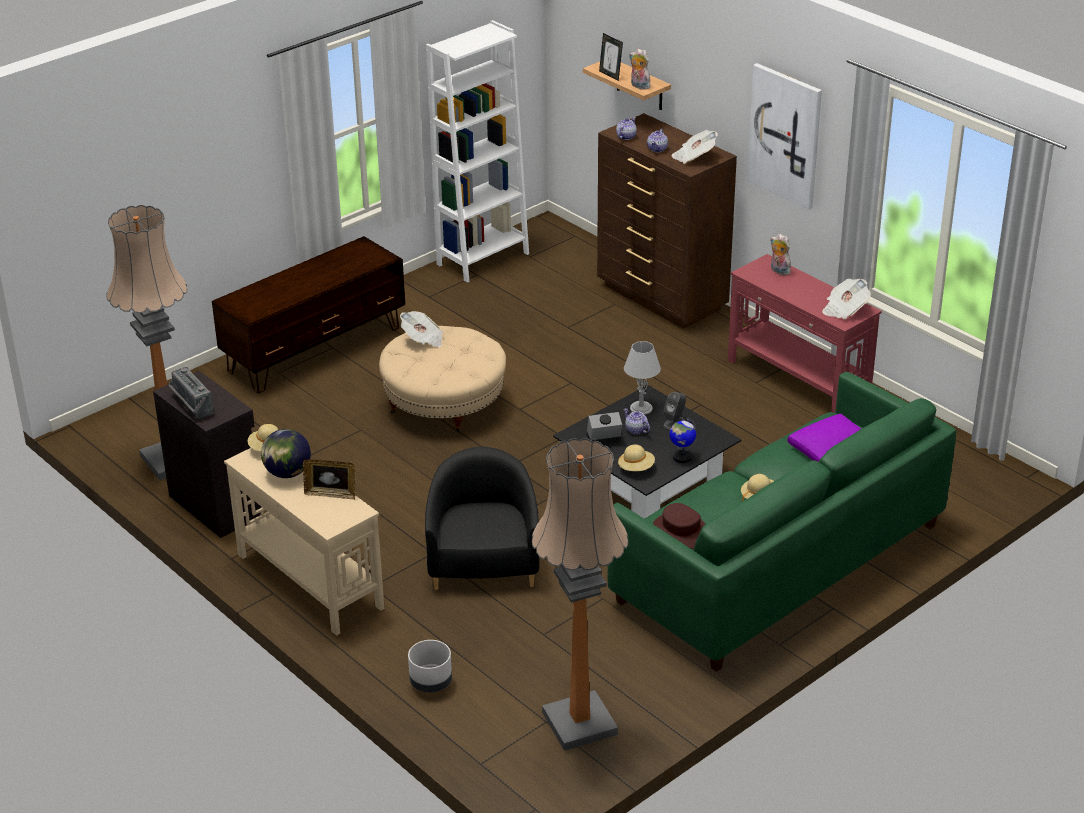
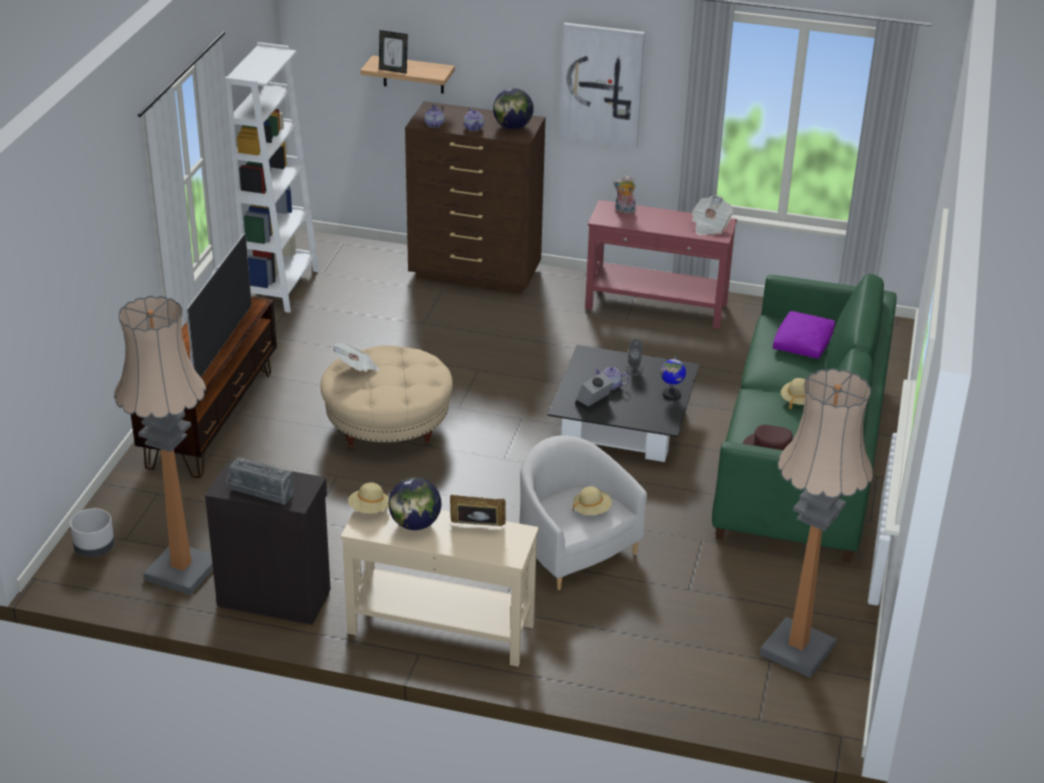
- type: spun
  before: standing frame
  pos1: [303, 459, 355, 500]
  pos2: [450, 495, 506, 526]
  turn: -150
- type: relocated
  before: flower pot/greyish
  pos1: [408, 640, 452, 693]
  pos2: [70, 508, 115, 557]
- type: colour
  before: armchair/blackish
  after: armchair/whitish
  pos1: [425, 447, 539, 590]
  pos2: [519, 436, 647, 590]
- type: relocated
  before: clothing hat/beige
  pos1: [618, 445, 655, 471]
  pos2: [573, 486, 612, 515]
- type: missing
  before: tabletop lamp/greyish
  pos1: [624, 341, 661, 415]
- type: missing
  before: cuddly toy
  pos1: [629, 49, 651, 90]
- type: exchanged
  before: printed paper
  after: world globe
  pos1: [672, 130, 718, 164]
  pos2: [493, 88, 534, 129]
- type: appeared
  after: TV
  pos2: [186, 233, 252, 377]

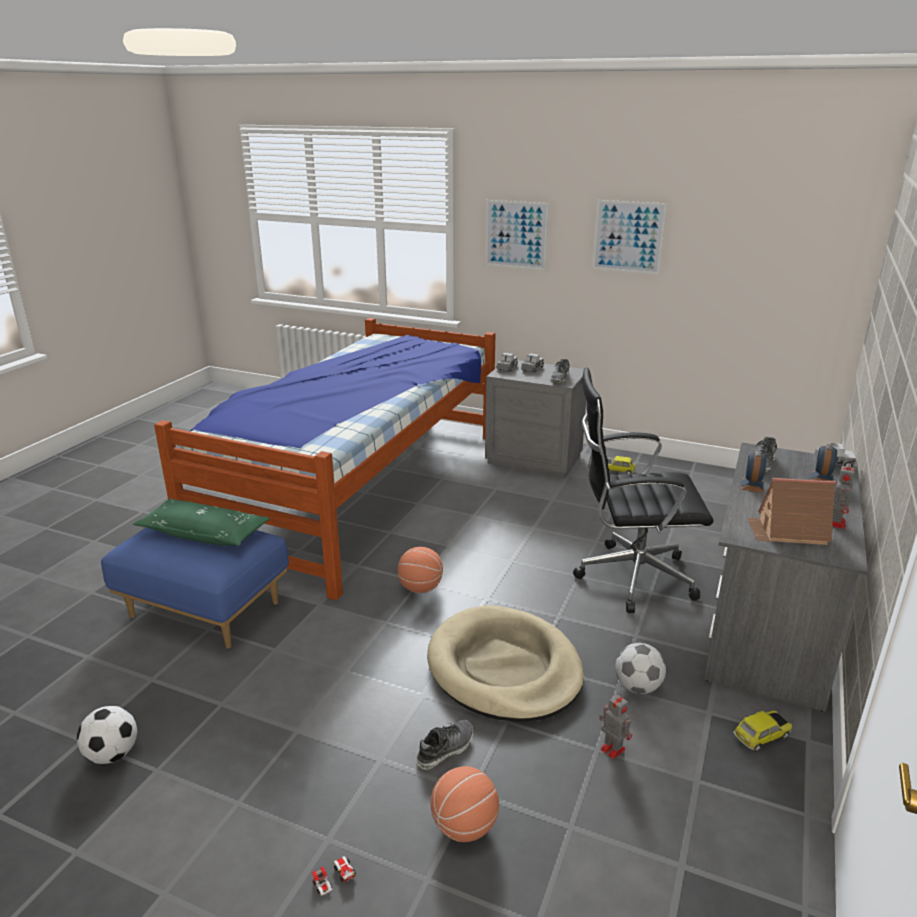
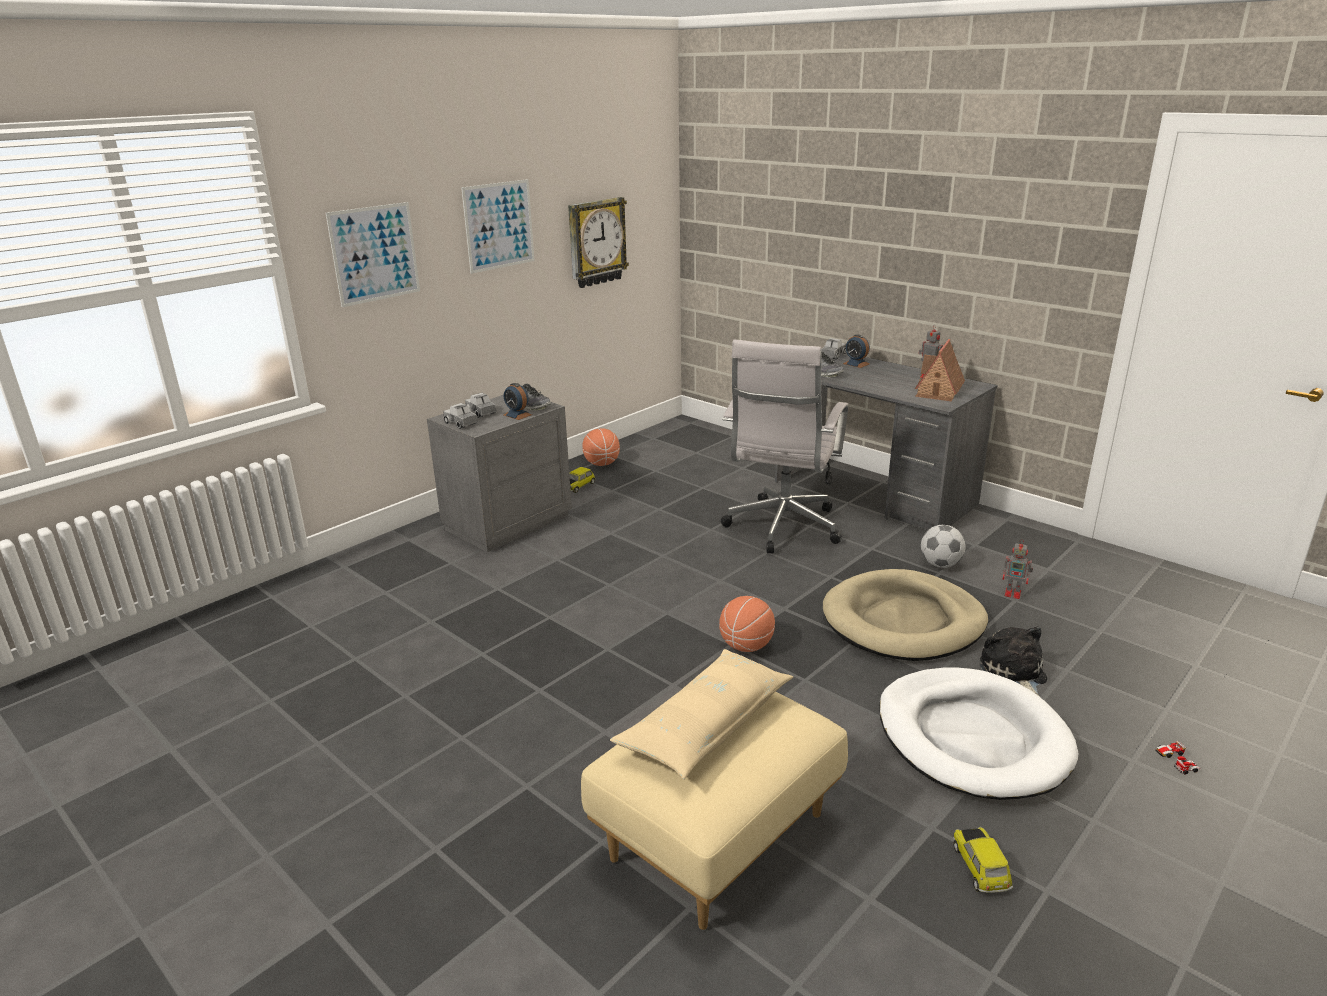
- type: missing
  before: ball for football
  pos1: [77, 706, 137, 764]
- type: colour
  before: pouffe/bluish
  after: pouffe/beige
  pos1: [101, 527, 289, 649]
  pos2: [581, 692, 848, 930]
- type: colour
  before: pillow/green
  after: pillow/beige
  pos1: [133, 499, 270, 546]
  pos2: [610, 649, 793, 780]
- type: missing
  before: bedroom bed
  pos1: [154, 318, 495, 601]
- type: exchanged
  before: item of footwear
  after: cuddly toy
  pos1: [416, 719, 473, 770]
  pos2: [979, 626, 1047, 697]
- type: relocated
  before: basketball ball
  pos1: [431, 766, 499, 842]
  pos2: [582, 428, 620, 466]
- type: colour
  before: desk chair/blackish
  after: desk chair/whitish
  pos1: [573, 368, 713, 613]
  pos2: [721, 340, 848, 553]
- type: spun
  before: model robot
  pos1: [599, 693, 632, 759]
  pos2: [1002, 539, 1033, 599]
  turn: -135
- type: relocated
  before: miniature car
  pos1: [733, 710, 792, 752]
  pos2: [953, 827, 1013, 893]
- type: relocated
  before: bedside clock
  pos1: [741, 451, 767, 493]
  pos2: [504, 383, 532, 420]
- type: appeared
  after: clock on the wall
  pos2: [568, 197, 629, 288]
- type: appeared
  after: pet bed/whitish
  pos2: [879, 667, 1078, 800]

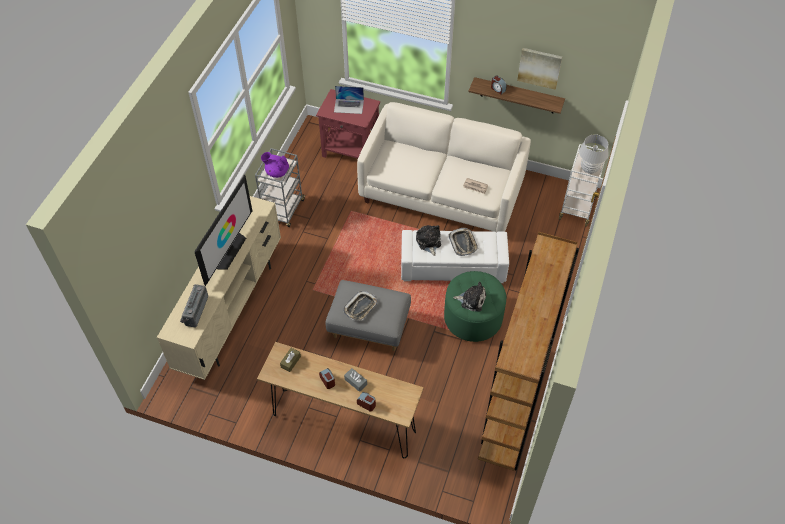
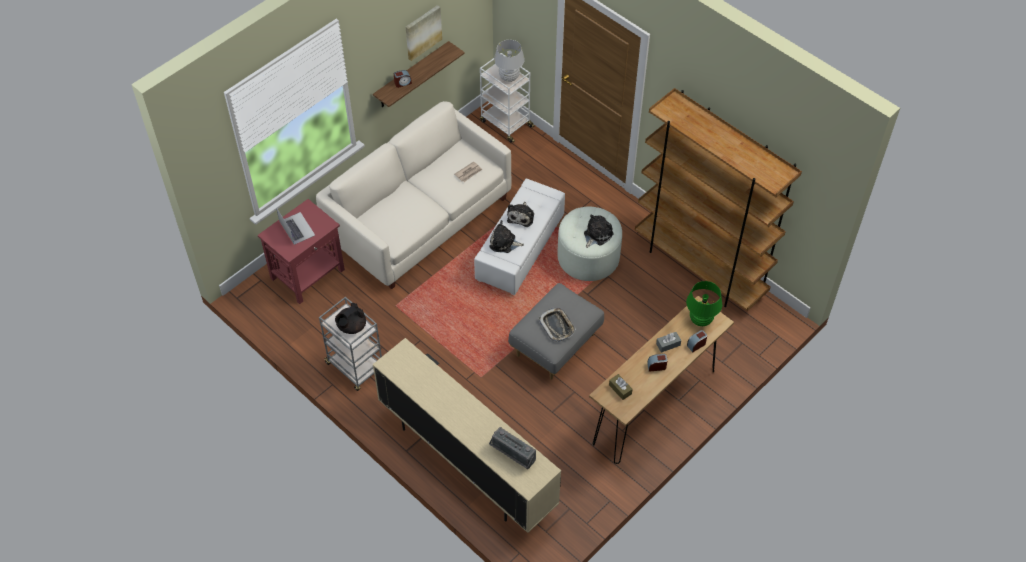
- type: missing
  before: TV
  pos1: [194, 175, 252, 286]
- type: colour
  before: tea pot/purple-coloured
  after: tea pot/blackish
  pos1: [261, 152, 289, 178]
  pos2: [335, 303, 366, 334]
- type: spun
  before: laptop
  pos1: [334, 86, 364, 114]
  pos2: [276, 207, 315, 245]
  turn: -60
- type: colour
  before: pouffe/green
  after: pouffe/whitish
  pos1: [444, 271, 506, 342]
  pos2: [558, 207, 622, 281]
- type: exchanged
  before: tray
  after: cuddly toy
  pos1: [449, 228, 478, 256]
  pos2: [507, 202, 534, 227]
- type: appeared
  after: tabletop lamp/green
  pos2: [686, 281, 722, 326]

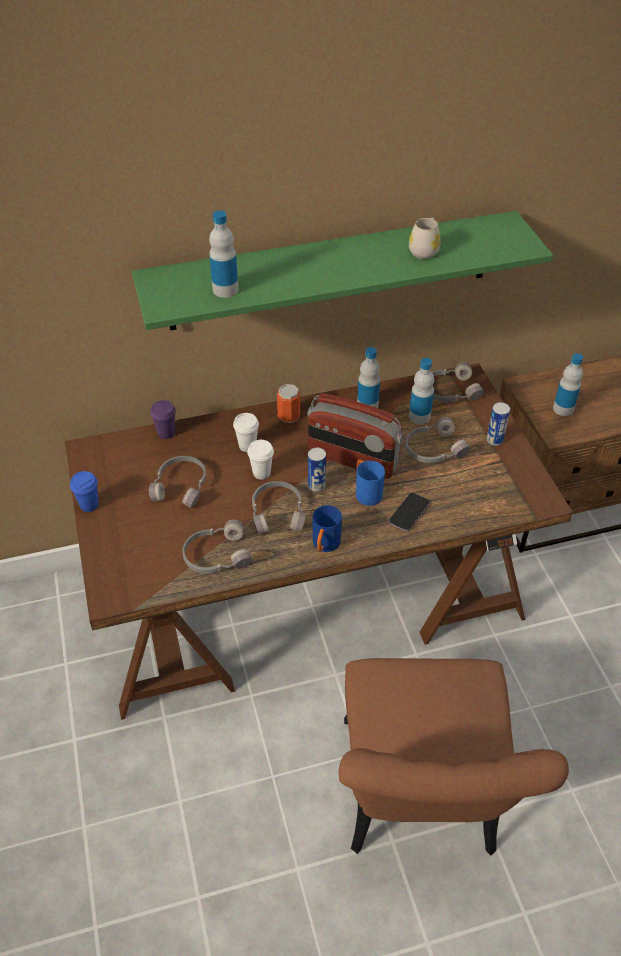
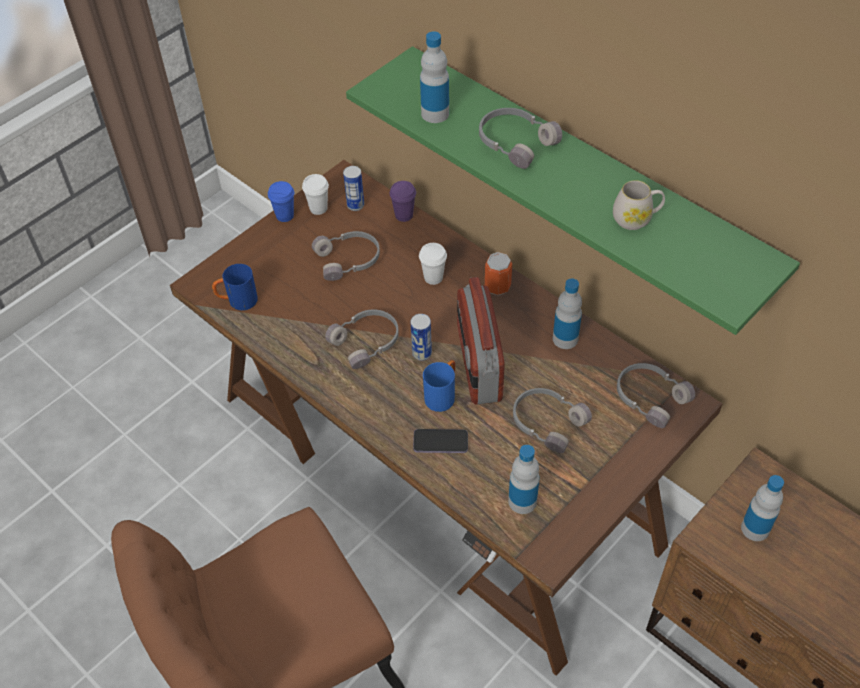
- type: relocated
  before: headset/greyish
  pos1: [182, 520, 253, 573]
  pos2: [479, 108, 562, 169]
- type: relocated
  before: cup/whitish
  pos1: [247, 440, 274, 479]
  pos2: [302, 174, 329, 215]
- type: relocated
  before: mug/bluish
  pos1: [313, 505, 342, 552]
  pos2: [212, 264, 258, 311]
- type: relocated
  before: drink bottle
  pos1: [409, 358, 434, 424]
  pos2: [508, 445, 540, 514]
- type: relocated
  before: can
  pos1: [487, 402, 510, 446]
  pos2: [343, 166, 364, 211]

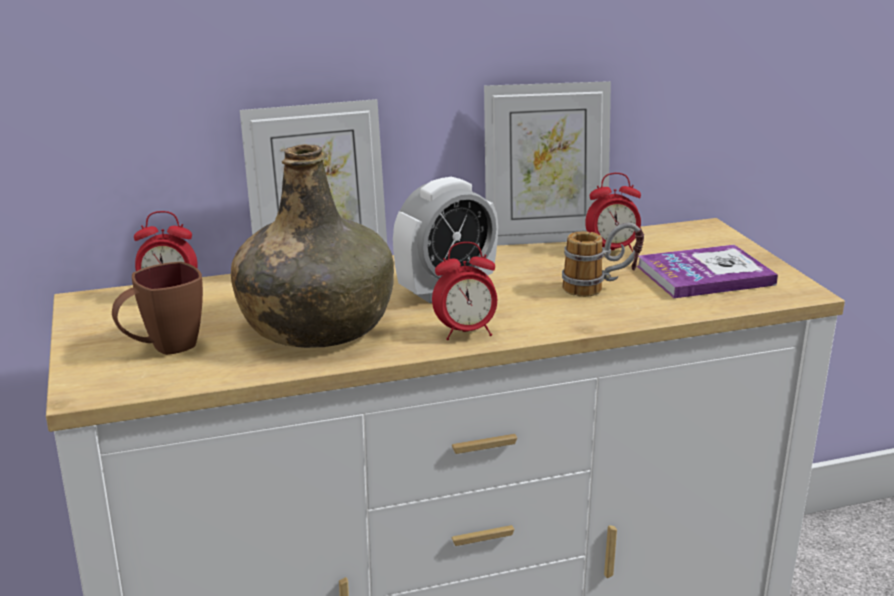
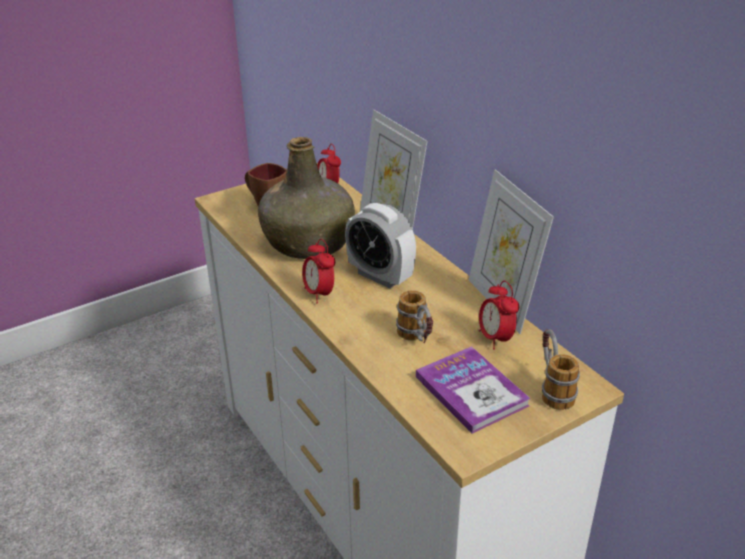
- type: appeared
  after: mug
  pos2: [542, 329, 580, 410]

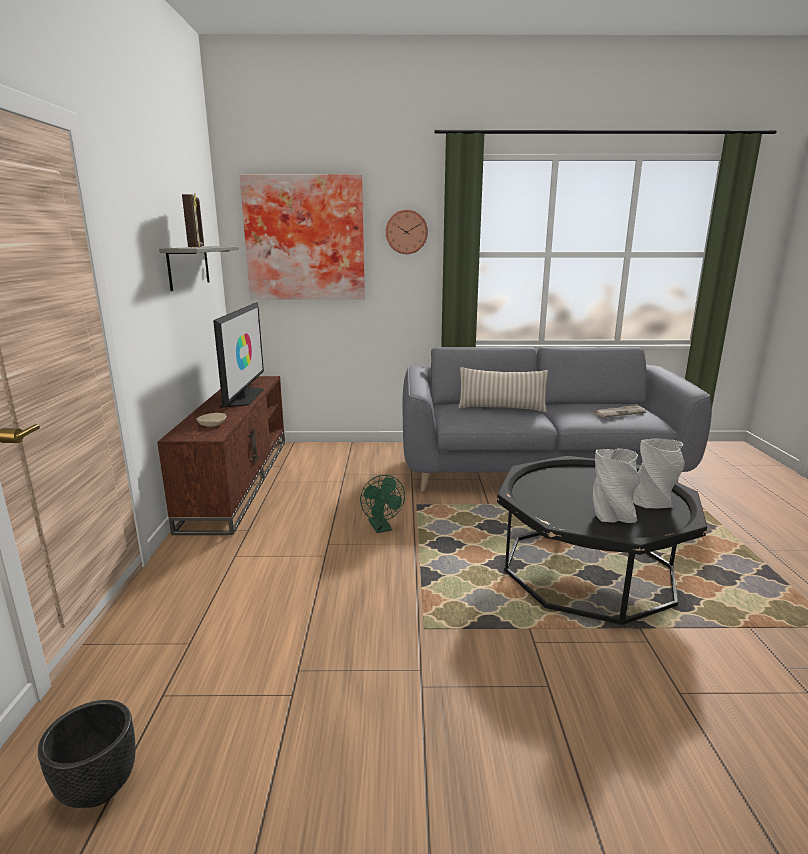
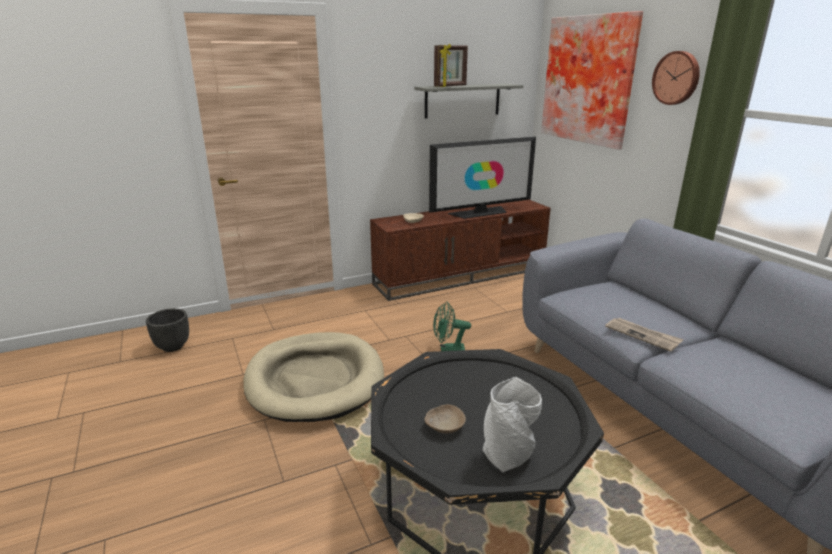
- type: spun
  before: electric fan/green
  pos1: [360, 475, 405, 533]
  pos2: [433, 301, 471, 351]
  turn: 45
- type: missing
  before: pillow/beige
  pos1: [458, 367, 548, 412]
- type: exchanged
  before: decorative vase/greyish
  after: deep dish/beige
  pos1: [593, 449, 640, 523]
  pos2: [424, 405, 466, 434]
- type: relocated
  before: printed paper
  pos1: [594, 404, 646, 418]
  pos2: [605, 318, 684, 352]
- type: appeared
  after: pet bed/beige
  pos2: [243, 332, 384, 422]

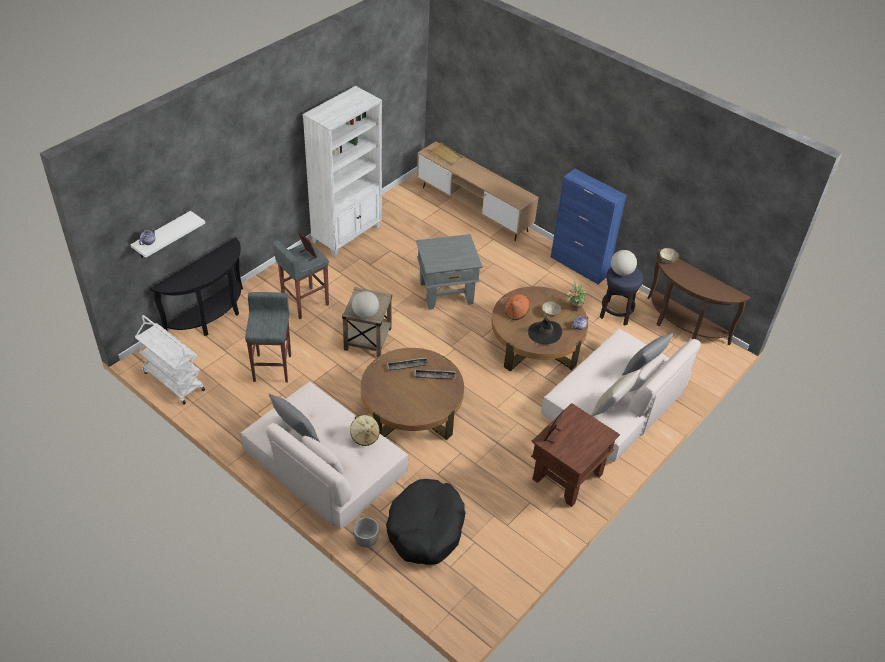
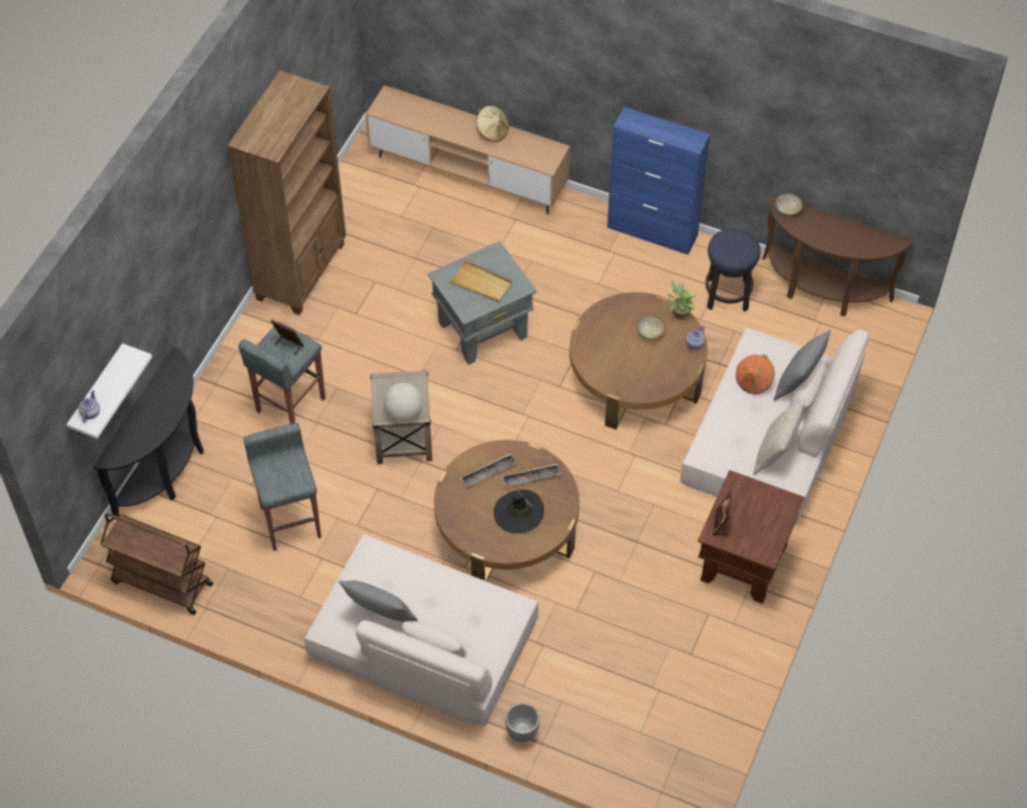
- type: colour
  before: trolley/whitish
  after: trolley/brownish
  pos1: [135, 315, 205, 405]
  pos2: [100, 513, 213, 615]
- type: colour
  before: bookcase/whitish
  after: bookcase/brownish
  pos1: [303, 86, 382, 257]
  pos2: [227, 70, 346, 315]
- type: relocated
  before: clothing hat/beige
  pos1: [350, 415, 380, 446]
  pos2: [476, 106, 509, 142]
- type: missing
  before: pet bed/blackish
  pos1: [386, 479, 466, 565]
- type: relocated
  before: tray/beige
  pos1: [429, 142, 464, 166]
  pos2: [449, 260, 512, 303]
- type: relocated
  before: clothing hat/orange
  pos1: [504, 294, 530, 320]
  pos2: [736, 355, 774, 394]
- type: relocated
  before: clothing hat/blackish
  pos1: [528, 316, 562, 345]
  pos2: [494, 488, 544, 534]
- type: missing
  before: world globe
  pos1: [611, 250, 637, 276]

